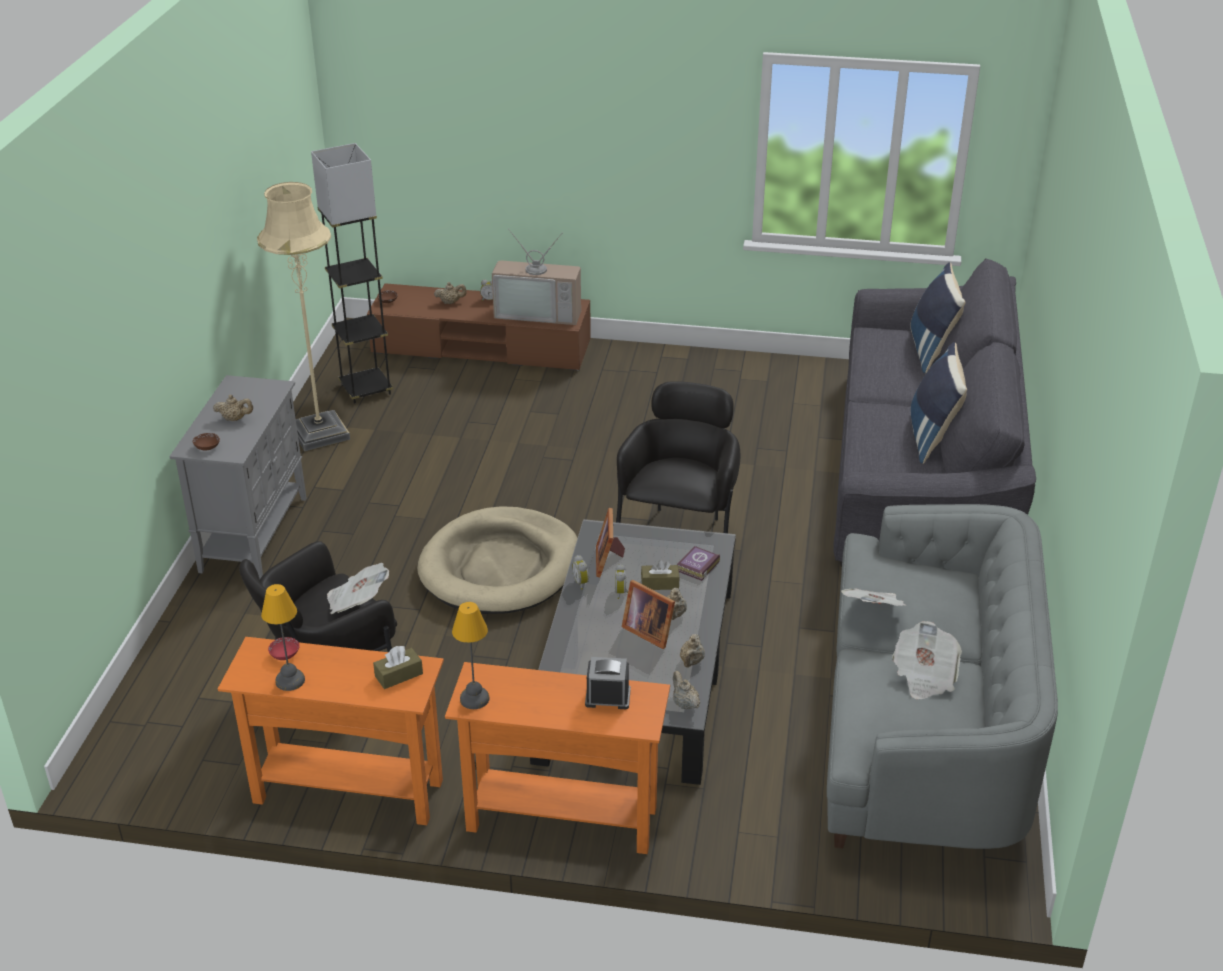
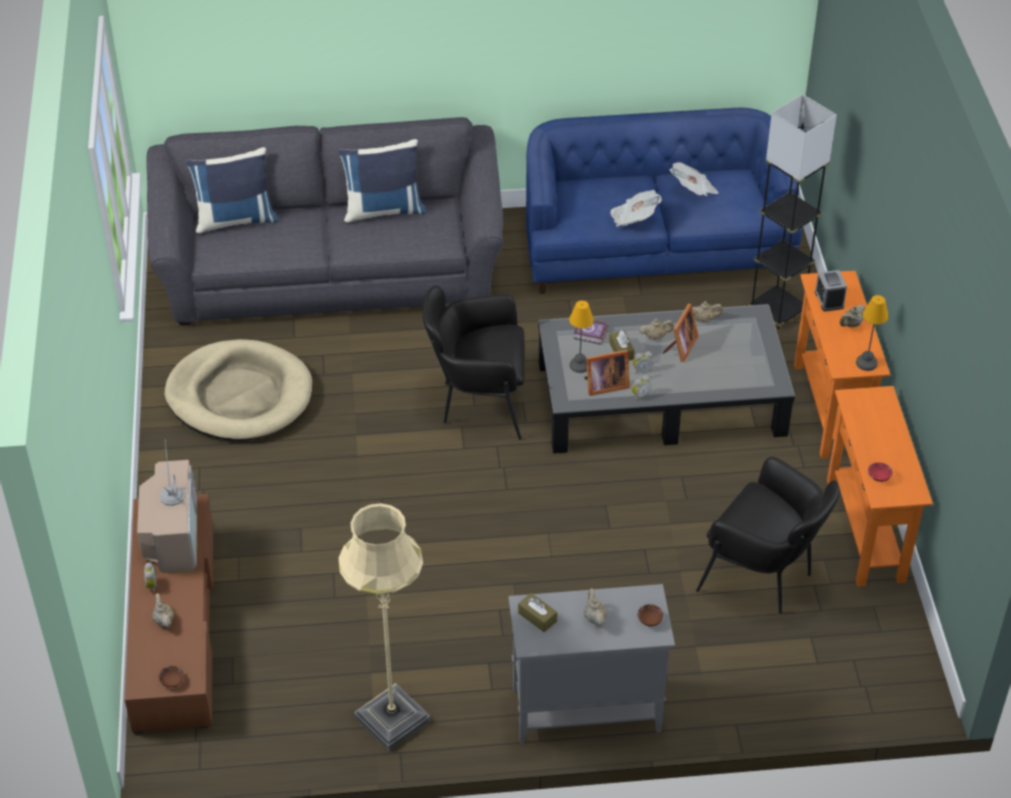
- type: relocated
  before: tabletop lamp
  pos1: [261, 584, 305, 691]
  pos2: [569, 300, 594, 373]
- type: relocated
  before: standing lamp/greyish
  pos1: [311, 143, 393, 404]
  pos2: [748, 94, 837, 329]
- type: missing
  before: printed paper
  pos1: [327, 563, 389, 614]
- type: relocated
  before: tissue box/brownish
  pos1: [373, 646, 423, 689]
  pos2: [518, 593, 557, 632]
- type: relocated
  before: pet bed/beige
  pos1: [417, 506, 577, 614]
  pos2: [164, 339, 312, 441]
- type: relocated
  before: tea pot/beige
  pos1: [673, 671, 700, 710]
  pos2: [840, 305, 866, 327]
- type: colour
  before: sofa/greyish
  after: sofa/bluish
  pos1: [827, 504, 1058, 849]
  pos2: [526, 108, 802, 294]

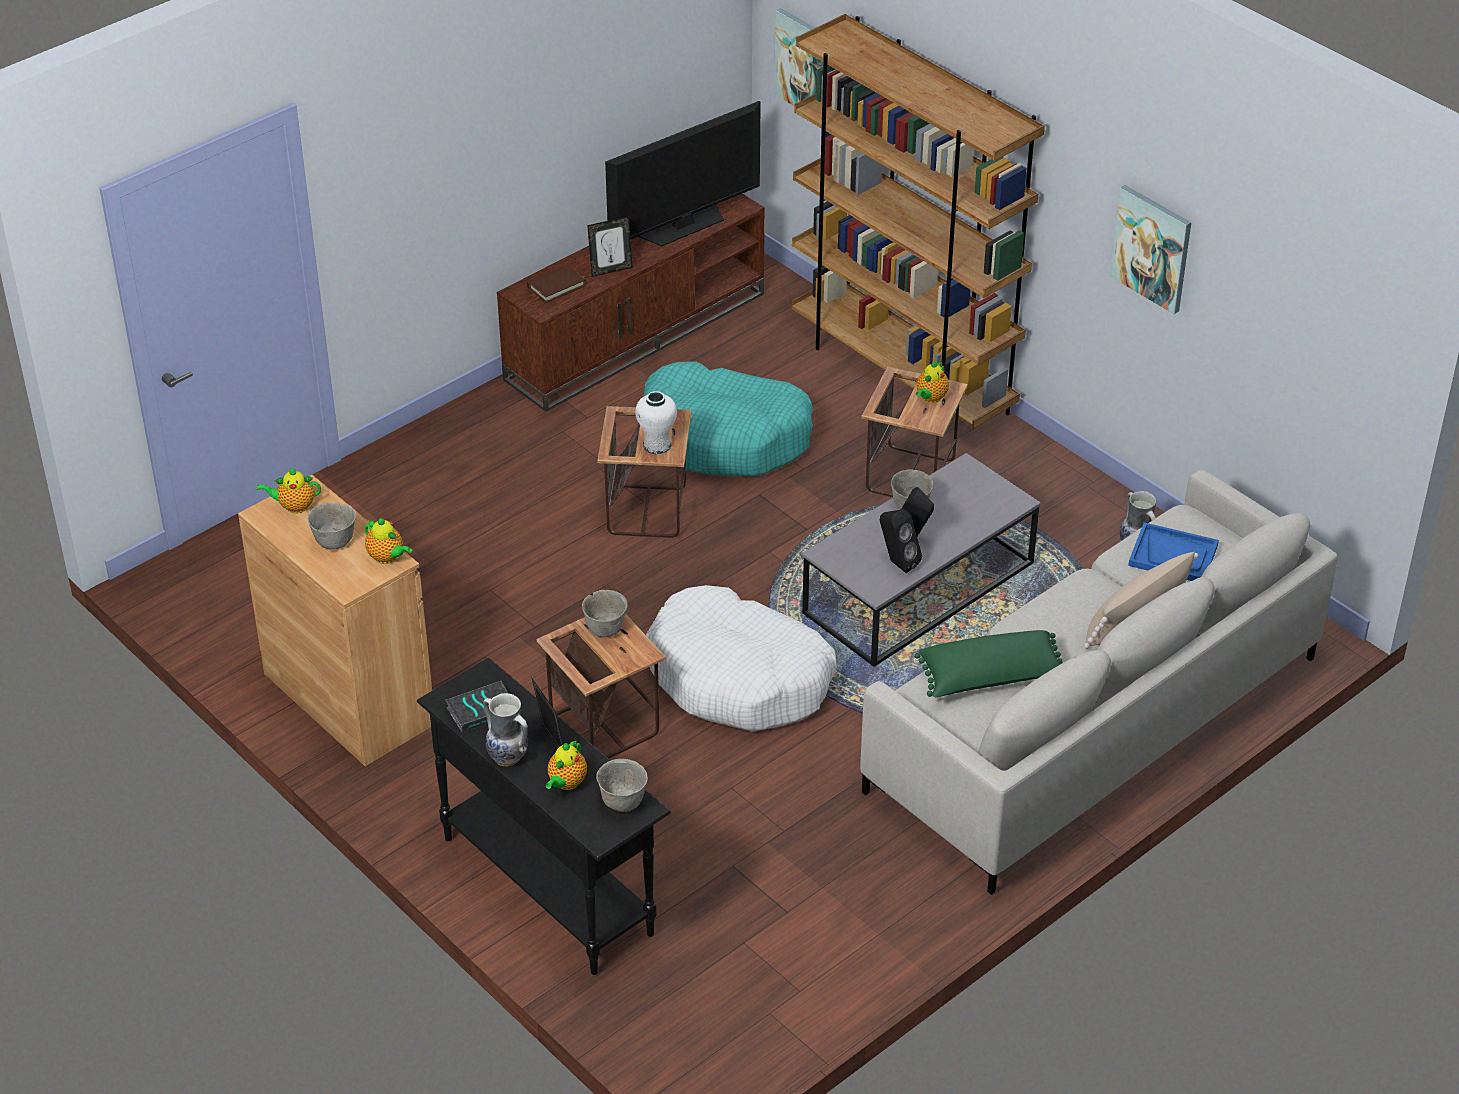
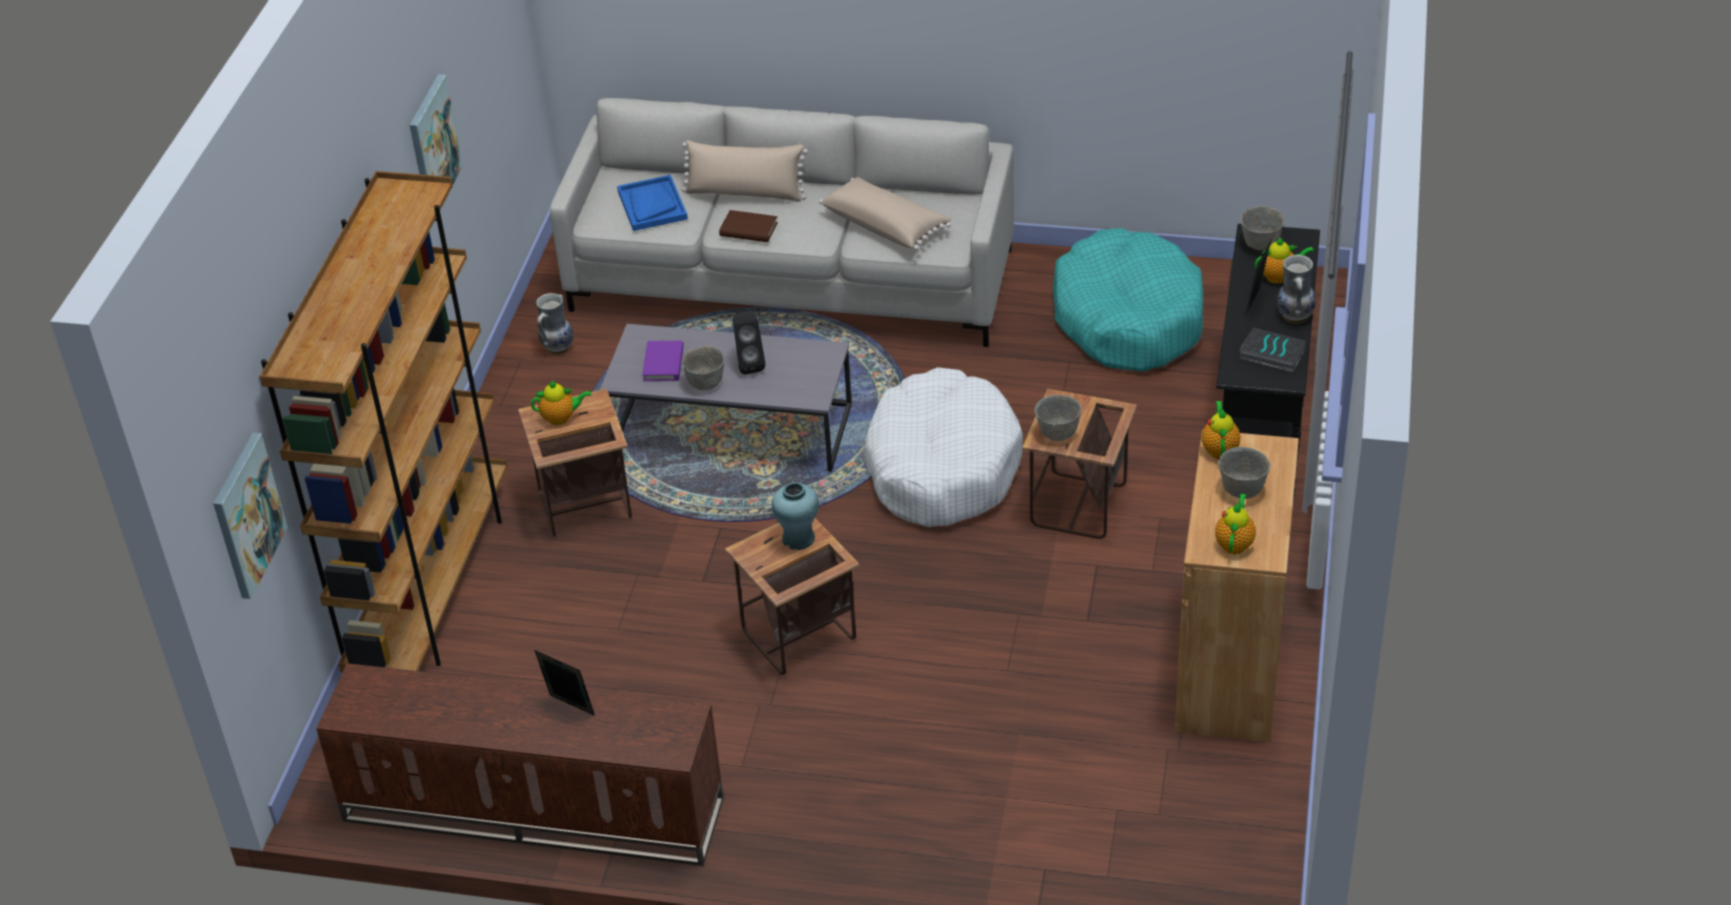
- type: spun
  before: tea pot
  pos1: [257, 467, 321, 513]
  pos2: [1215, 494, 1256, 554]
  turn: -120
- type: relocated
  before: volume/brownish
  pos1: [527, 265, 586, 303]
  pos2: [719, 210, 778, 242]
- type: missing
  before: TV
  pos1: [605, 101, 761, 246]
- type: colour
  before: decorative vase/whitish
  after: decorative vase/blue-green
  pos1: [635, 391, 677, 455]
  pos2: [772, 482, 819, 550]
- type: relocated
  before: pet bed/blue-green
  pos1: [643, 361, 813, 476]
  pos2: [1053, 228, 1203, 372]
- type: missing
  before: speaker/blackish
  pos1: [880, 509, 922, 573]
- type: colour
  before: pillow/green
  after: pillow/beige
  pos1: [914, 630, 1063, 697]
  pos2: [819, 177, 952, 250]
- type: appeared
  after: volume/purple-coloured
  pos2: [642, 341, 684, 381]

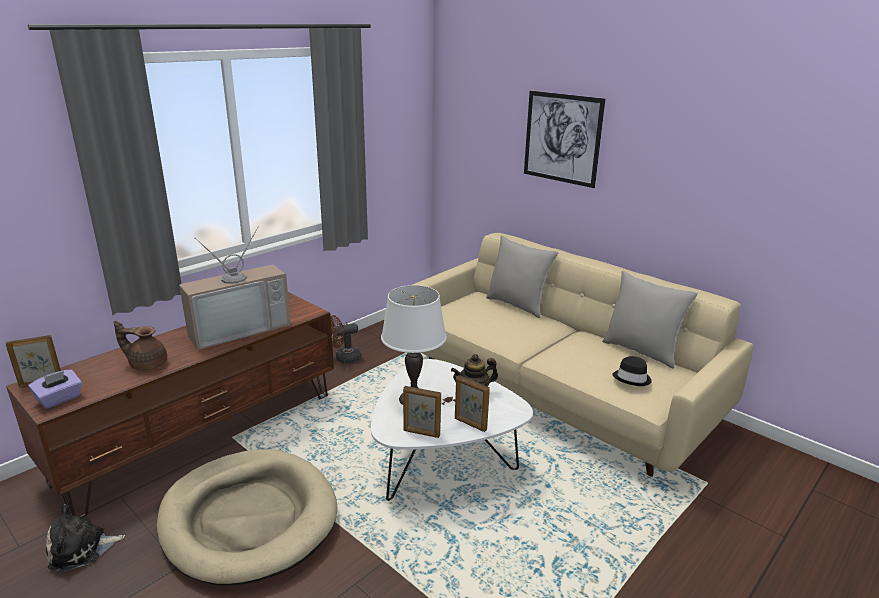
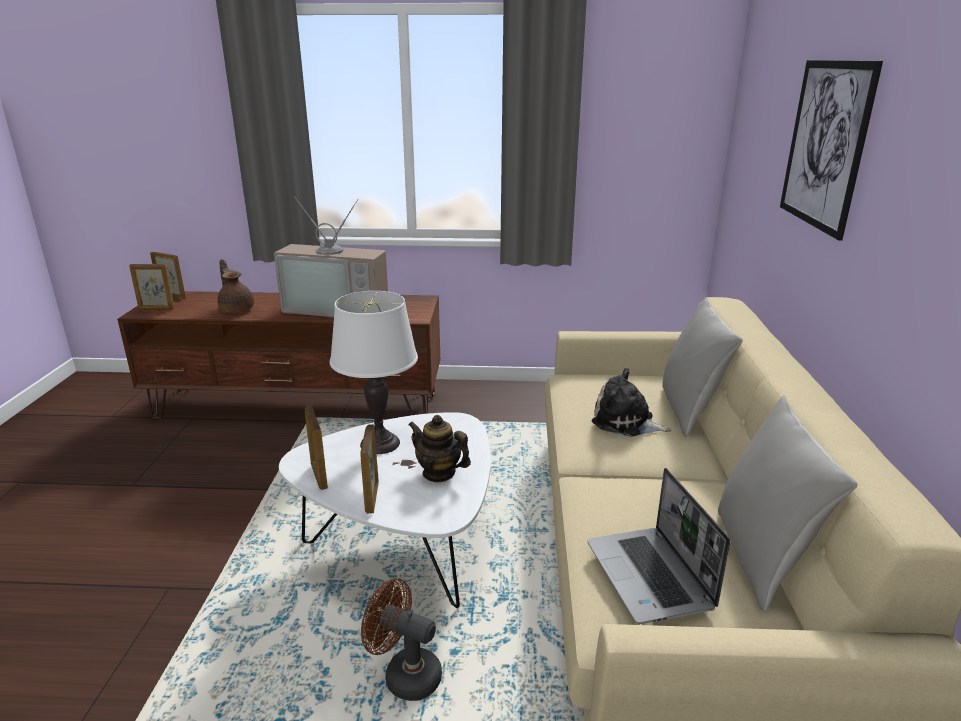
- type: exchanged
  before: tissue box/purple-coloured
  after: standing frame
  pos1: [28, 369, 82, 409]
  pos2: [129, 264, 175, 310]
- type: relocated
  before: cuddly toy
  pos1: [46, 504, 125, 572]
  pos2: [592, 368, 671, 437]
- type: missing
  before: pet bed/beige
  pos1: [156, 449, 338, 586]
- type: relocated
  before: electric fan/brownish
  pos1: [331, 315, 361, 363]
  pos2: [361, 578, 442, 701]
- type: exchanged
  before: clothing hat/blackish
  after: laptop
  pos1: [612, 356, 652, 386]
  pos2: [587, 468, 730, 624]

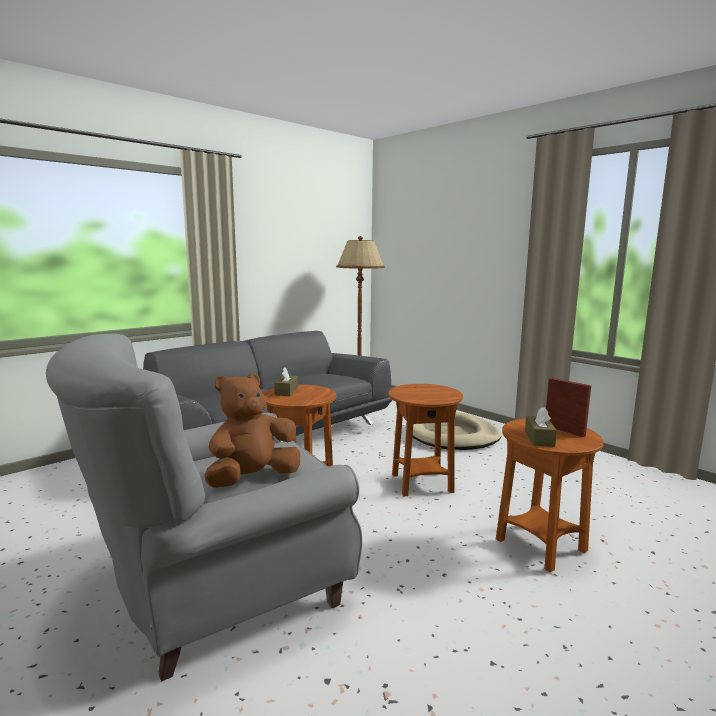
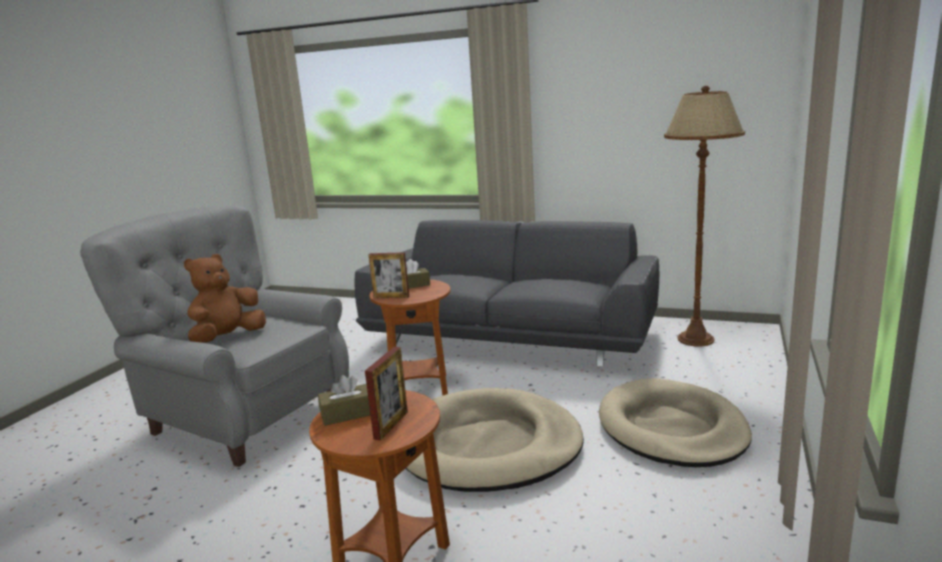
- type: spun
  before: cuddly toy/brownish
  pos1: [205, 373, 300, 488]
  pos2: [184, 254, 266, 343]
  turn: -75
- type: exchanged
  before: end table/brownish
  after: pet bed/beige
  pos1: [388, 384, 463, 496]
  pos2: [405, 388, 584, 492]
- type: appeared
  after: standing frame
  pos2: [369, 252, 409, 298]

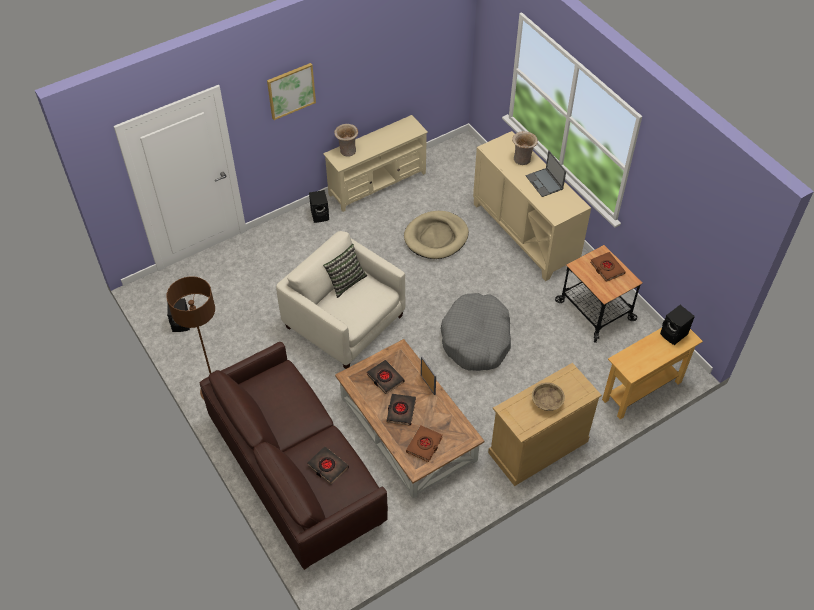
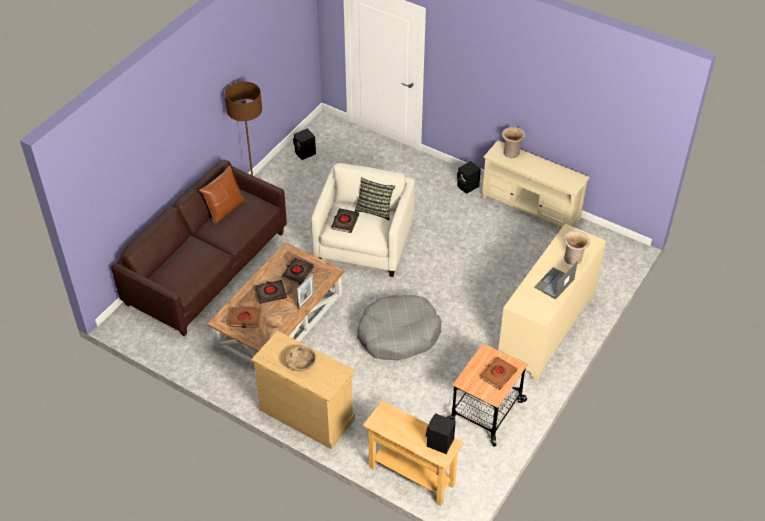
- type: missing
  before: wall art
  pos1: [267, 63, 316, 120]
- type: relocated
  before: volume/blackish
  pos1: [307, 446, 349, 485]
  pos2: [331, 208, 359, 233]
- type: missing
  before: pet bed/beige
  pos1: [404, 211, 469, 259]
- type: appeared
  after: pillow/brownish
  pos2: [199, 166, 244, 225]

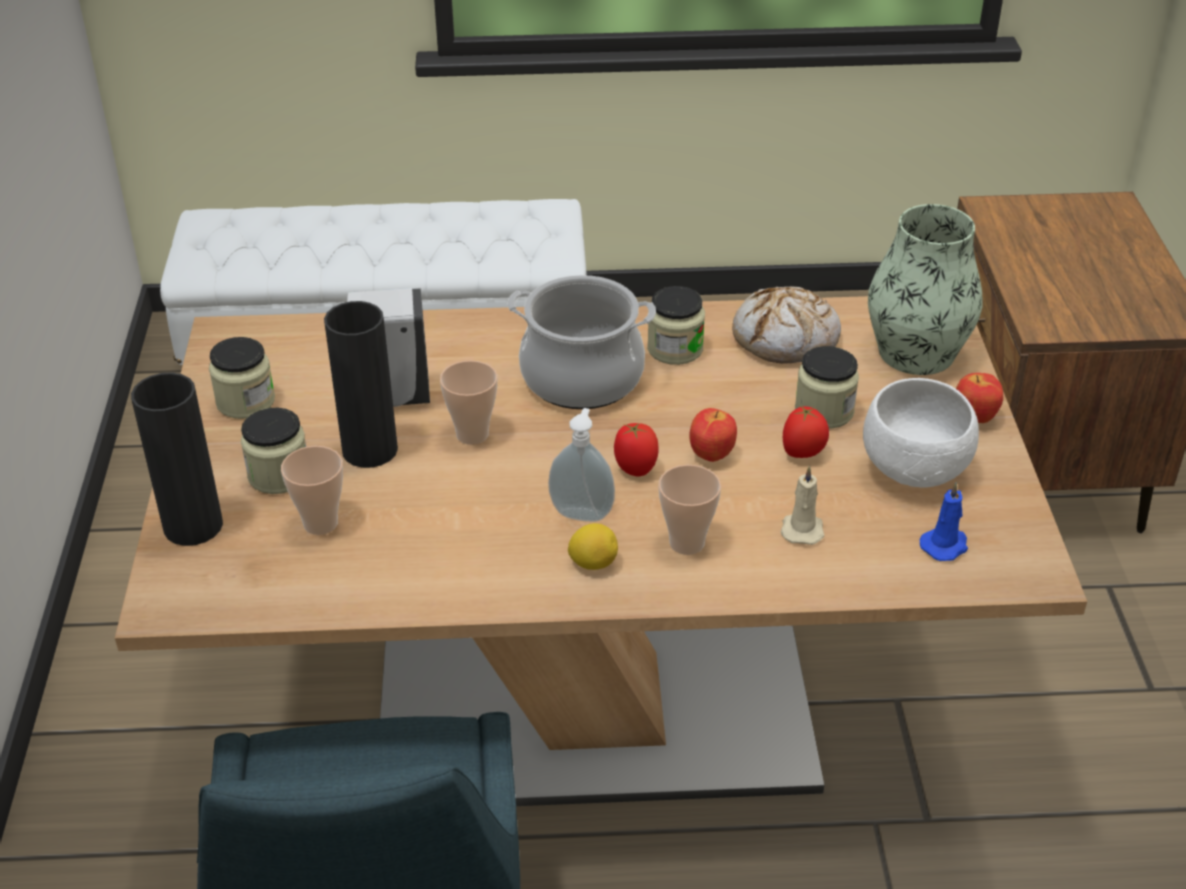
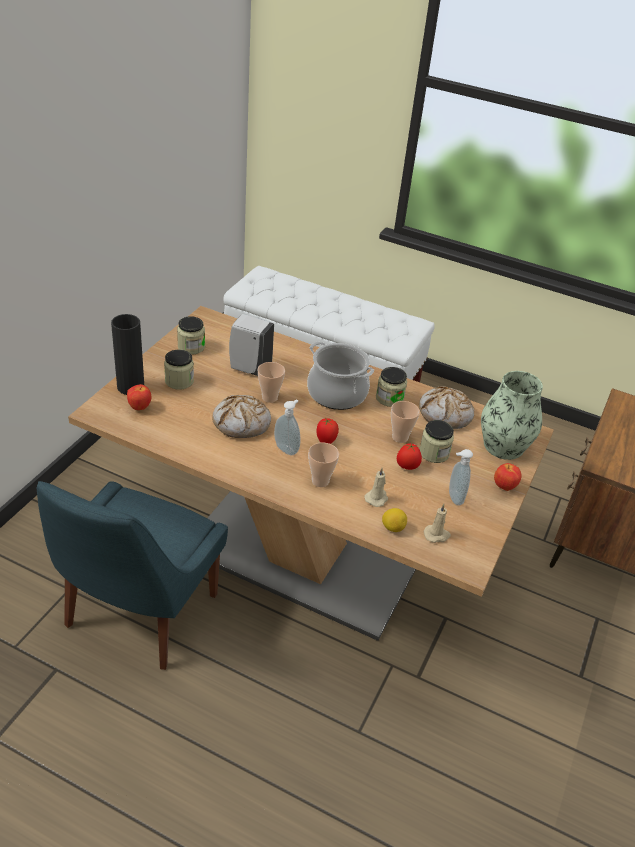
- type: relocated
  before: cup
  pos1: [281, 446, 343, 535]
  pos2: [391, 401, 420, 443]
- type: missing
  before: decorative vase/blackish
  pos1: [324, 301, 398, 468]
- type: relocated
  before: whole lemon
  pos1: [568, 523, 618, 570]
  pos2: [382, 508, 407, 532]
- type: relocated
  before: whole apple
  pos1: [689, 408, 737, 462]
  pos2: [127, 384, 152, 410]
- type: exchanged
  before: deep dish/whitish
  after: liquid soap bottle
  pos1: [863, 378, 979, 488]
  pos2: [449, 449, 473, 506]
- type: colour
  before: wax candle/bluish
  after: wax candle/beige
  pos1: [920, 481, 968, 561]
  pos2: [424, 504, 451, 543]
- type: appeared
  after: baked bread
  pos2: [212, 395, 271, 438]

